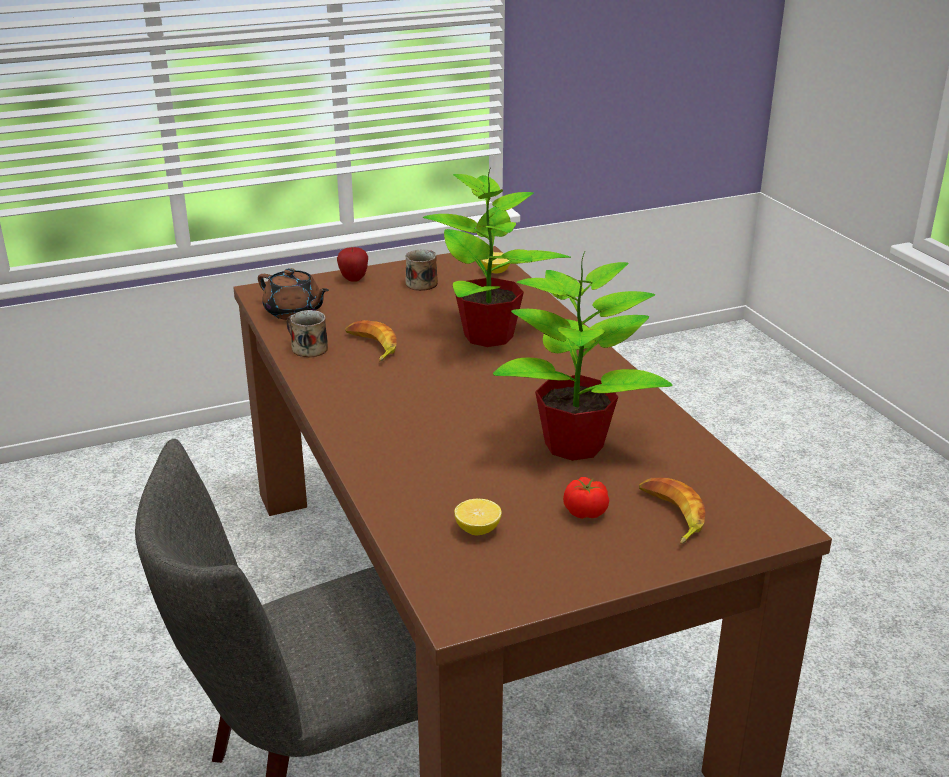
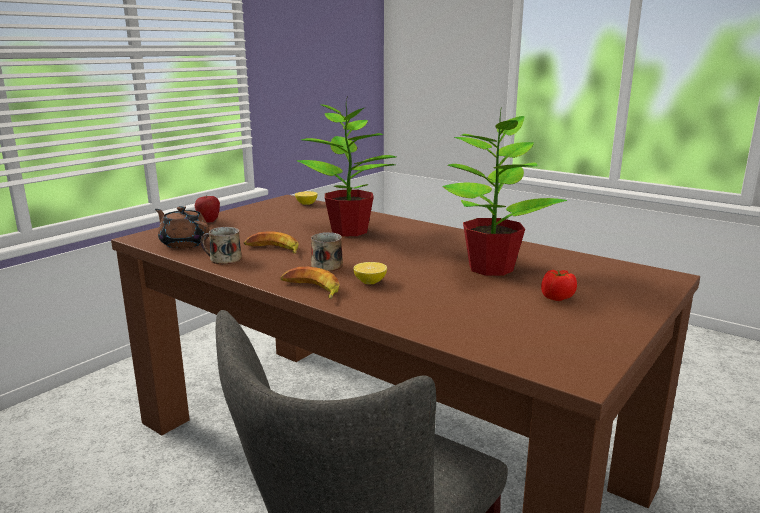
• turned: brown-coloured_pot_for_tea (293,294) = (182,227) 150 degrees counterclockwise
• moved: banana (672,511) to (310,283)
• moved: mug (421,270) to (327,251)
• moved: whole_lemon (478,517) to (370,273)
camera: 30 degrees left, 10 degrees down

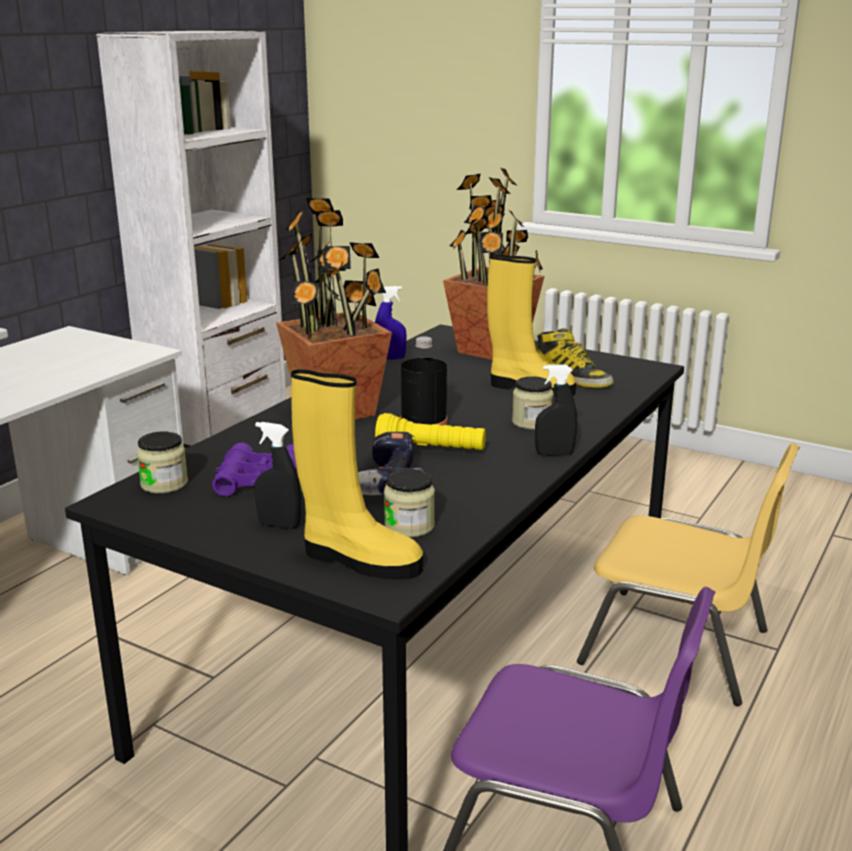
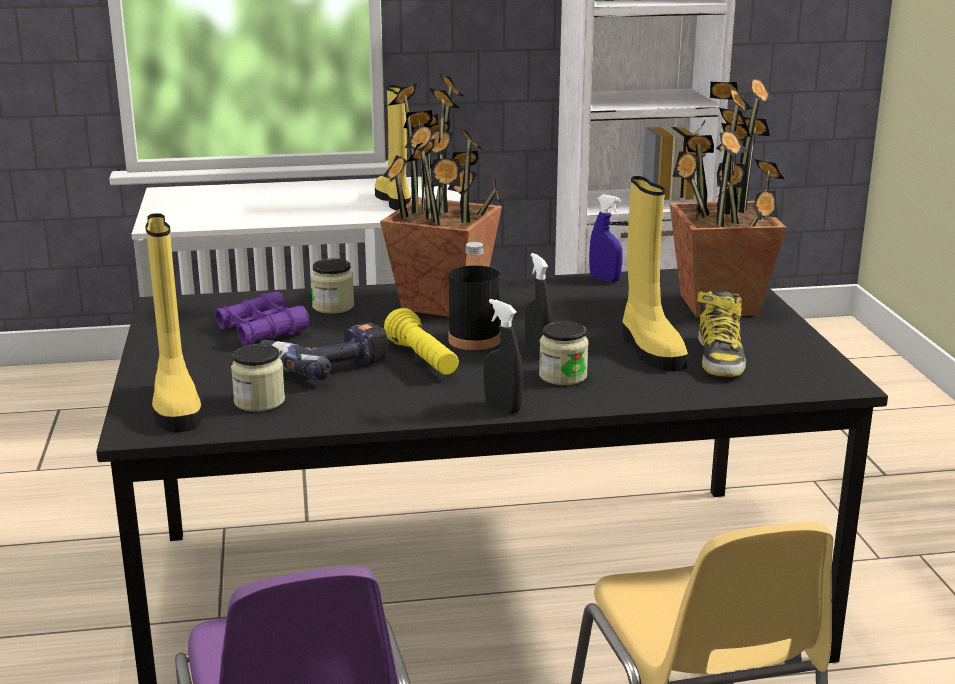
• moved: jar (162,462) to (332,286)
• added: yellowish_boot (393,147)
• moved: black-coloured_spray_bottle (277,475) to (538,305)
camera: 50 degrees right, 0 degrees up

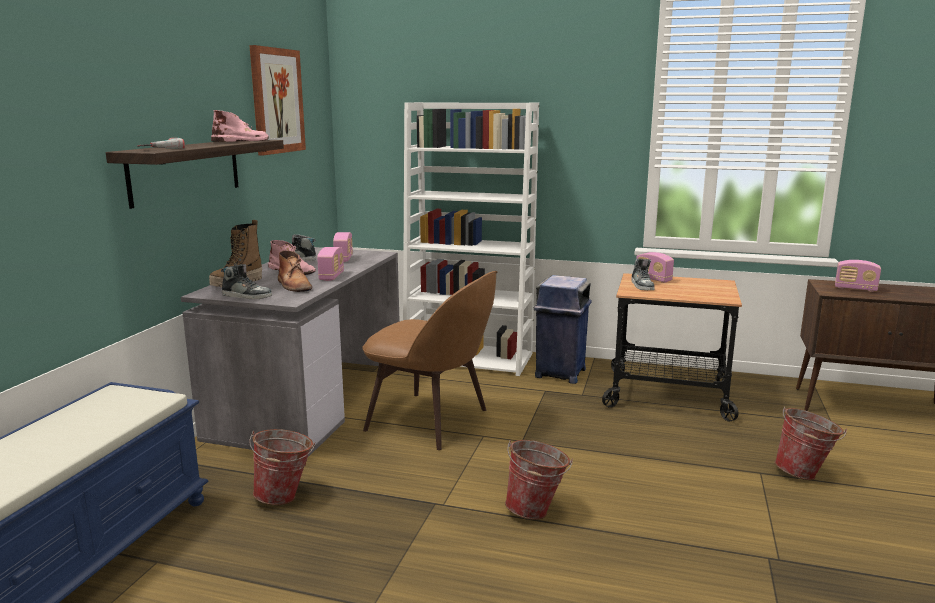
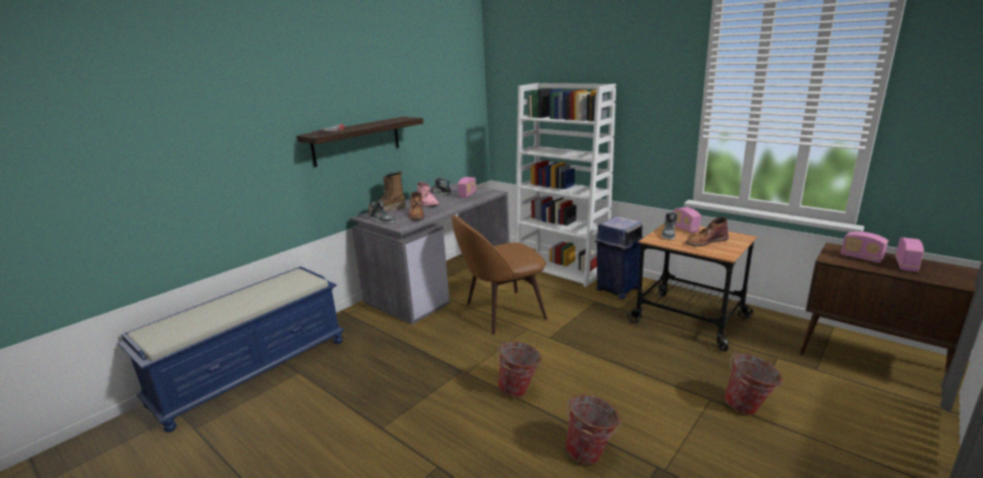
• turned: brown-coloured_upright_chair (429,360) = (499,275) 105 degrees clockwise
• moved: water_bucket (282,467) to (593,430)
• added: brown-coloured_boot (707,231)
• moved: radio_set (330,264) to (909,254)
• removed: pink-coloured_boot (240,126)
• removed: picture (277,100)
camera: 25 degrees right, 5 degrees up

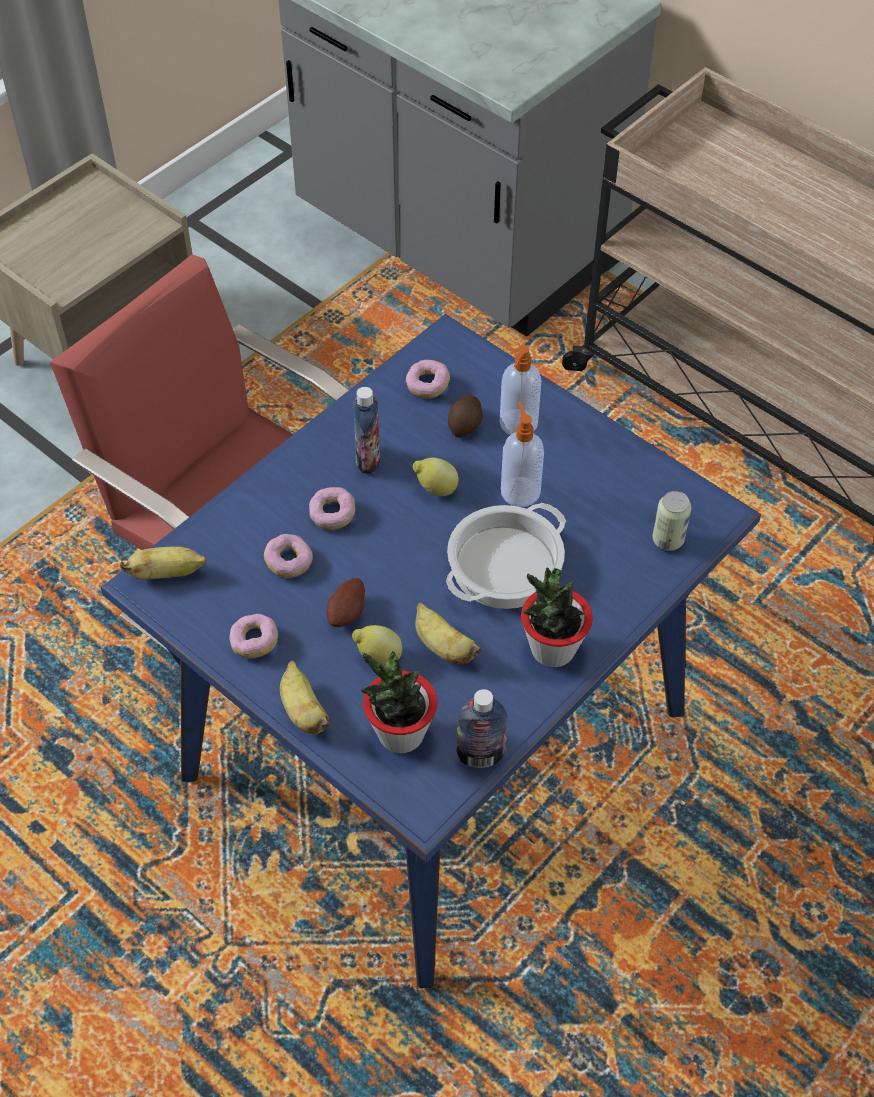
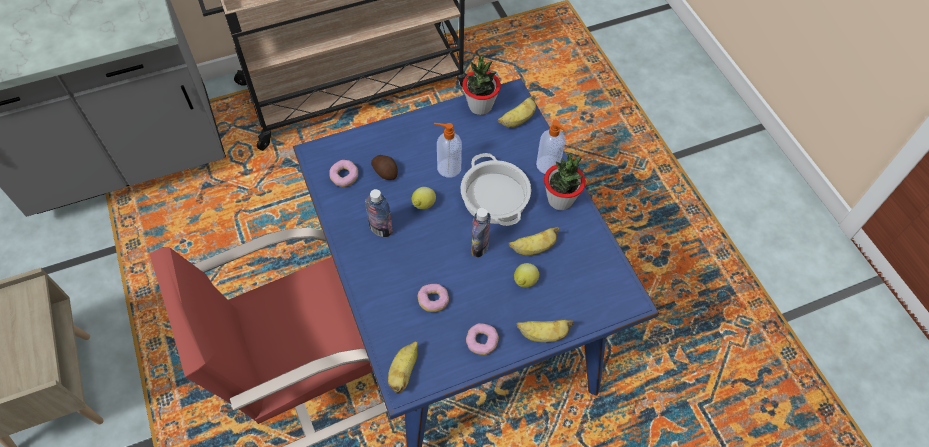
• moved: plant_in_a_pot (399,702) to (481,85)
• moved: drink_bottle (482,728) to (481,233)
• replaced: metal_can (672,521) to banana (517,111)
• moved: soap_bottle (521,390) to (551,147)
• removed: ring_doughnut (332,508)
• removed: whole_potato (346,602)
camera: 65 degrees left, 5 degrees up

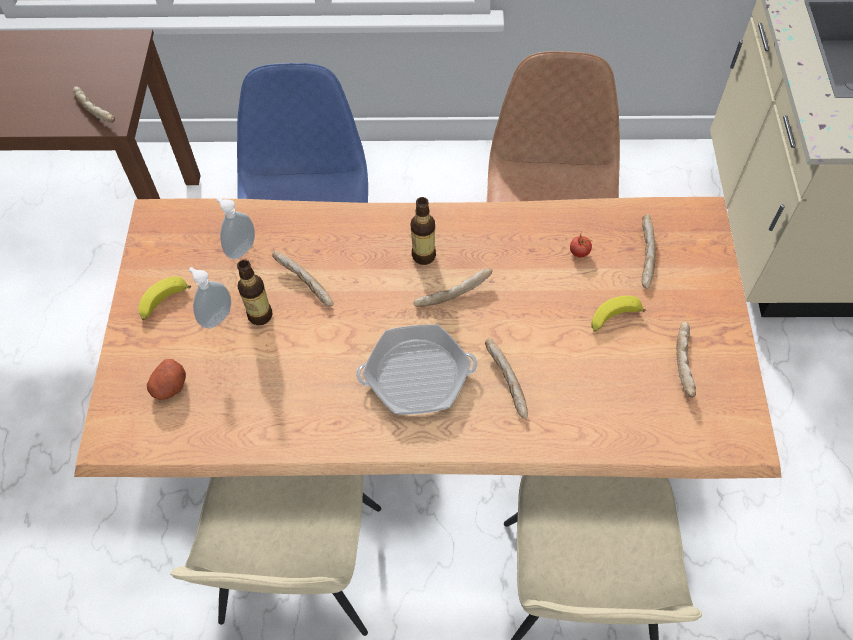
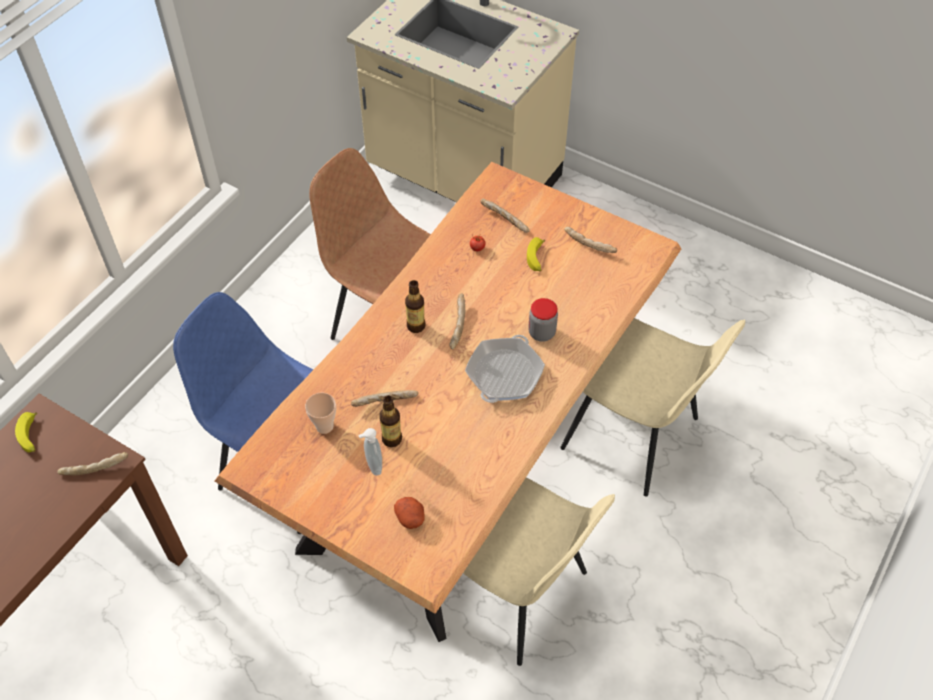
• moved: banana (165,298) to (26,432)
• replaced: soap_bottle (235,228) to cup (320,413)
• replaced: bakery_bread (506,378) to jar (543,320)
camera: 60 degrees left, 5 degrees down

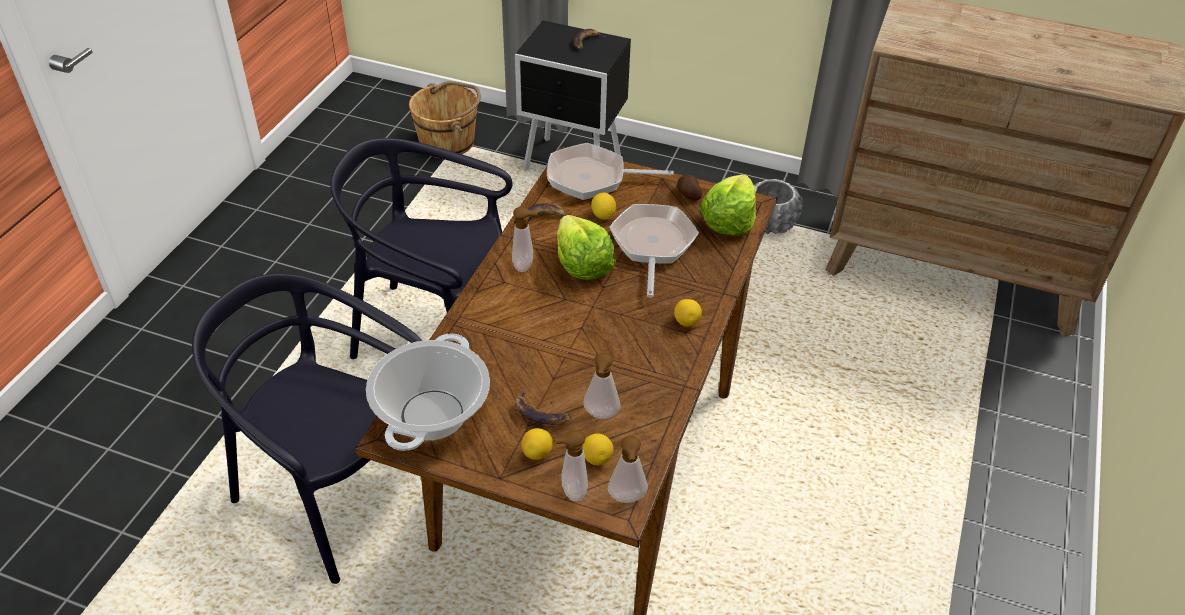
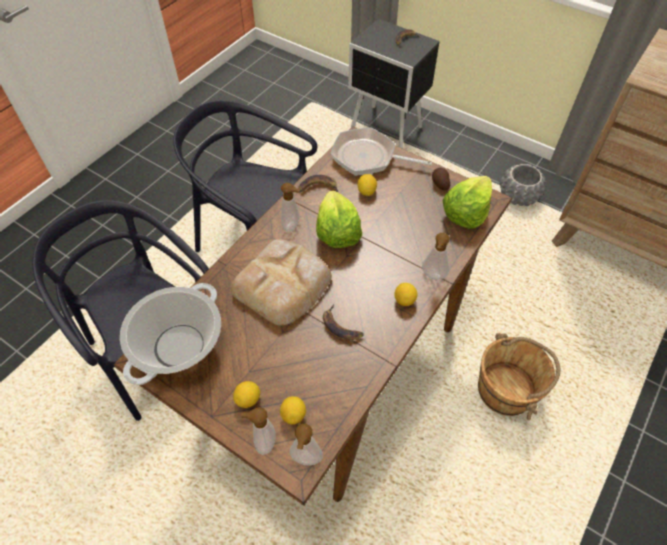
• added: bakery_bread (281,282)
• moved: banana (543,407) to (343,322)
• moved: soap_bottle (601,386) to (436,256)
• moved: brown-coloured_water_bucket (445,119) to (519,376)
• removed: pan (654,251)
camera: 15 degrees right, 10 degrees up

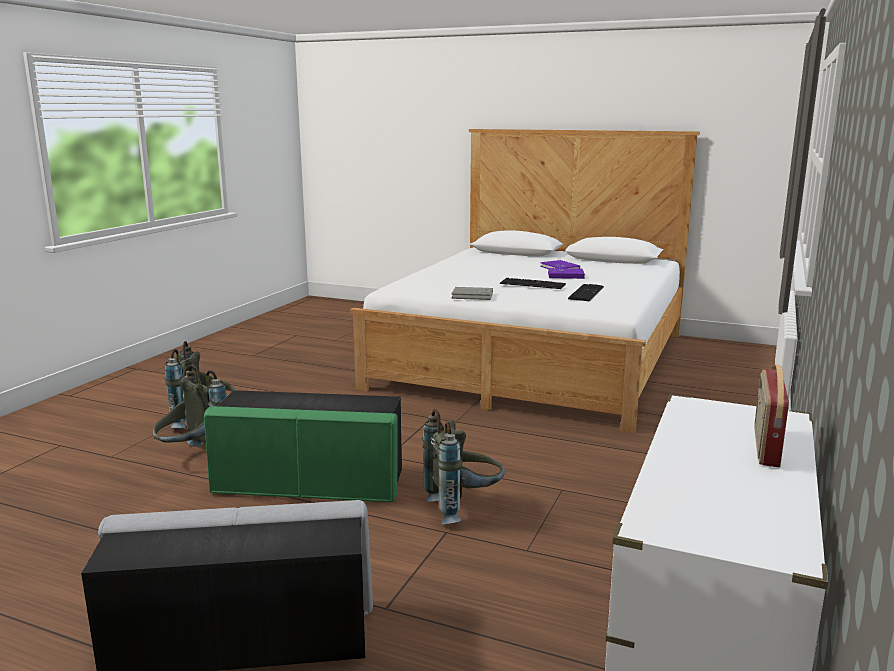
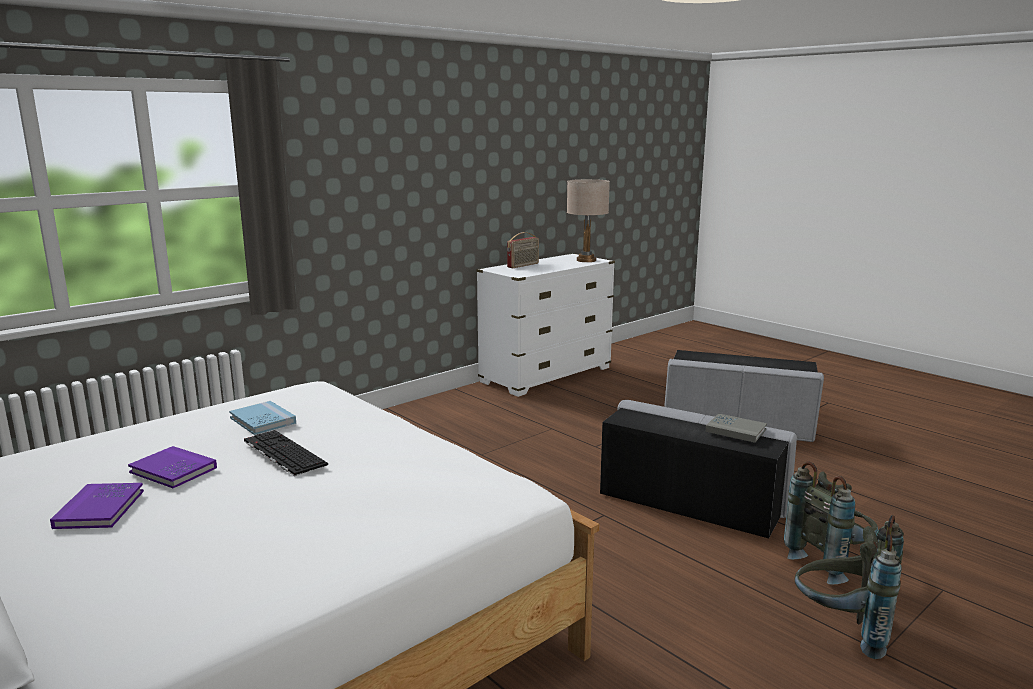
• replaced: keyboard (586,293) to blue_volume (262,418)
• added: beige-coloured_tabletop_lamp (588,220)
• recoloured: greenish_footrest (303,446) to grey_footrest (698,469)
• moved: grey_volume (472,293) to (736,428)
• removed: grey_rucksack (463,466)
camera: 155 degrees left, 0 degrees up

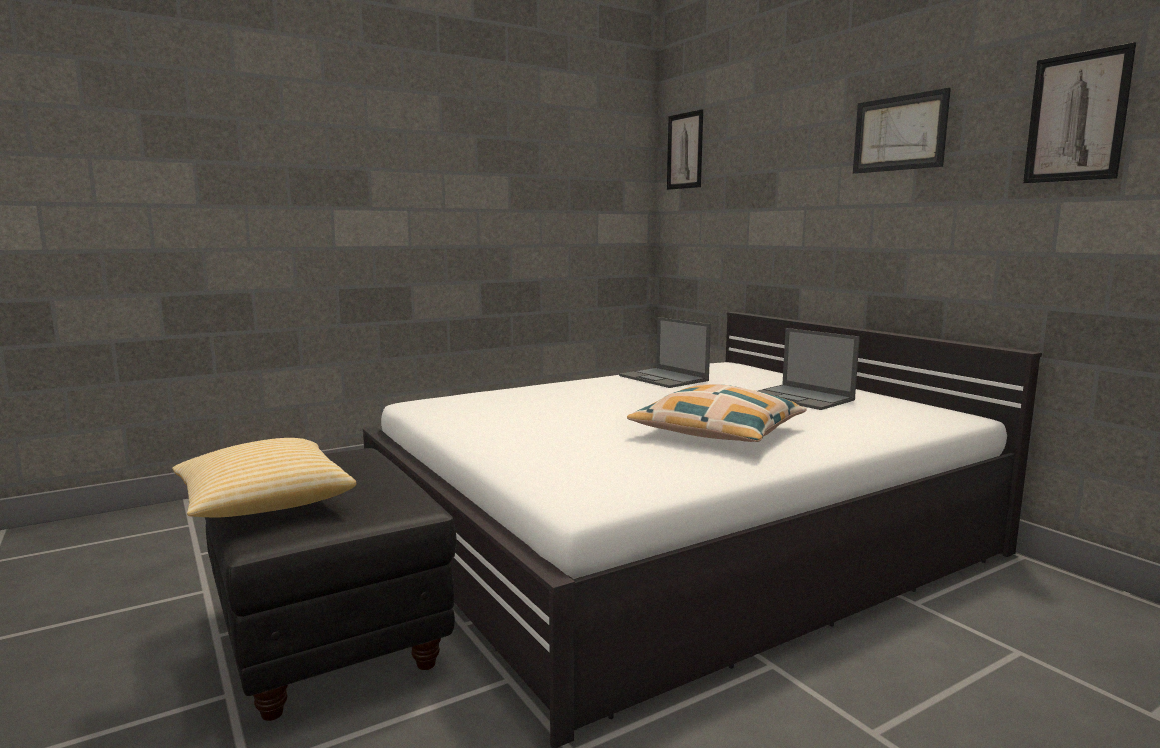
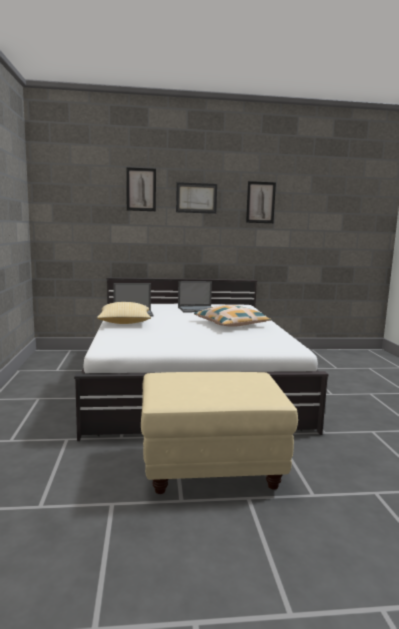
• moved: cushion (264,478) to (124,313)
• moved: picture (685,149) to (141,189)
• recoloured: black-coloured_footrest (331,584) to beige-coloured_footrest (219,433)
camera: 65 degrees left, 0 degrees up

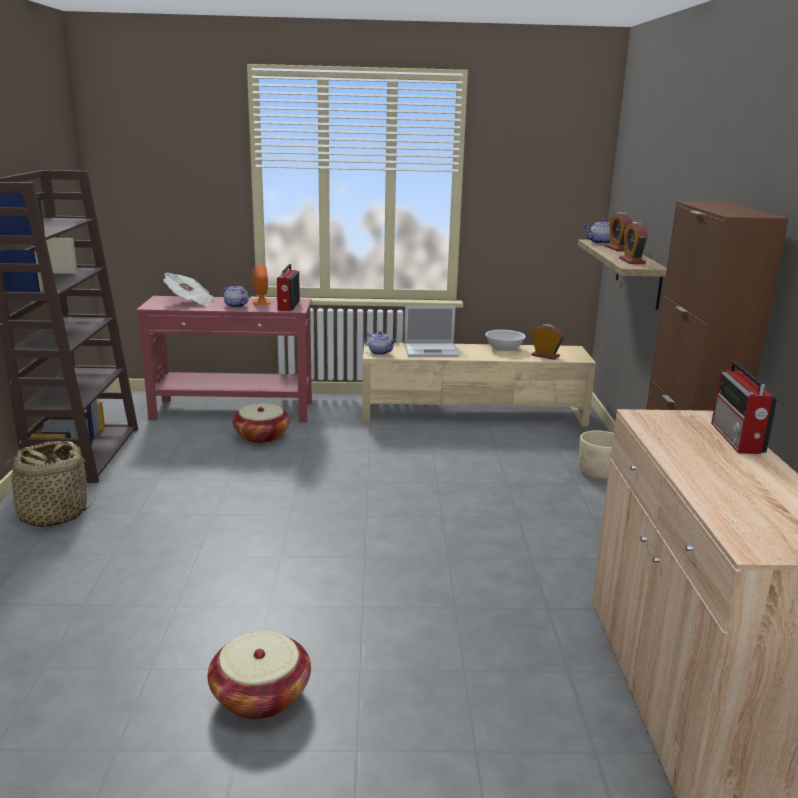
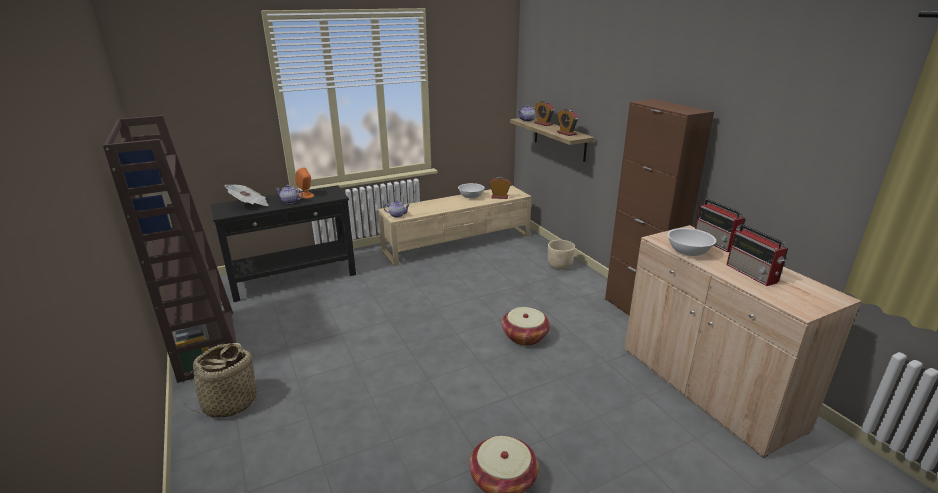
• recoloured: reddish_console_table (224,359) to black-coloured_console_table (283,243)
• moved: storage_basket (261,423) to (526,326)
• added: white-coloured_bowl (691,242)
• moved: radio_set (288,287) to (757,255)
• removed: portable_computer (432,331)
camera: 25 degrees left, 5 degrees up

